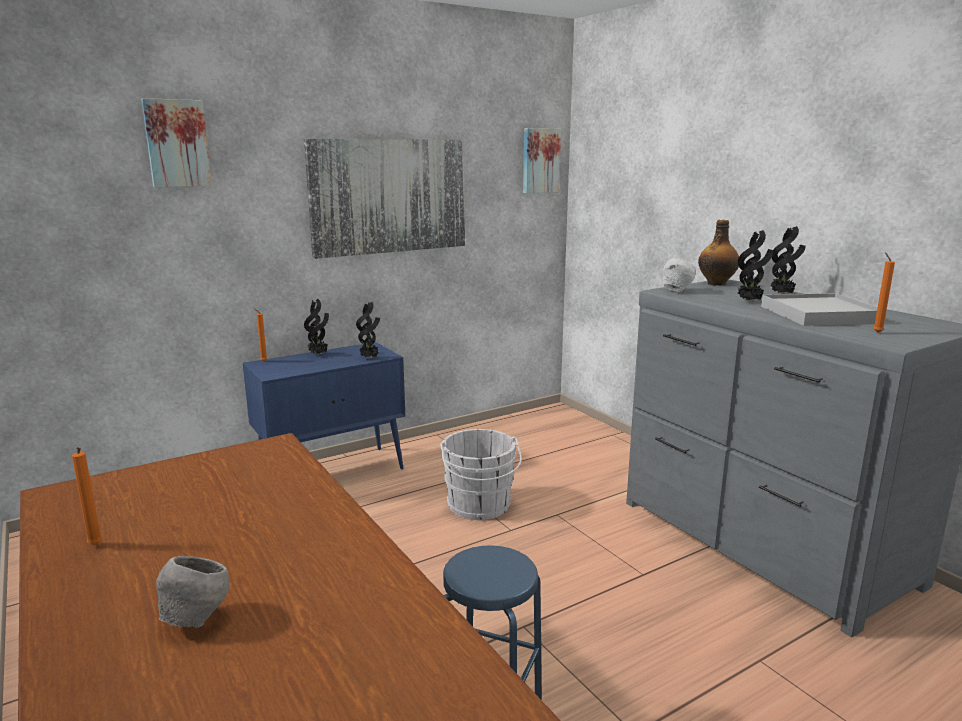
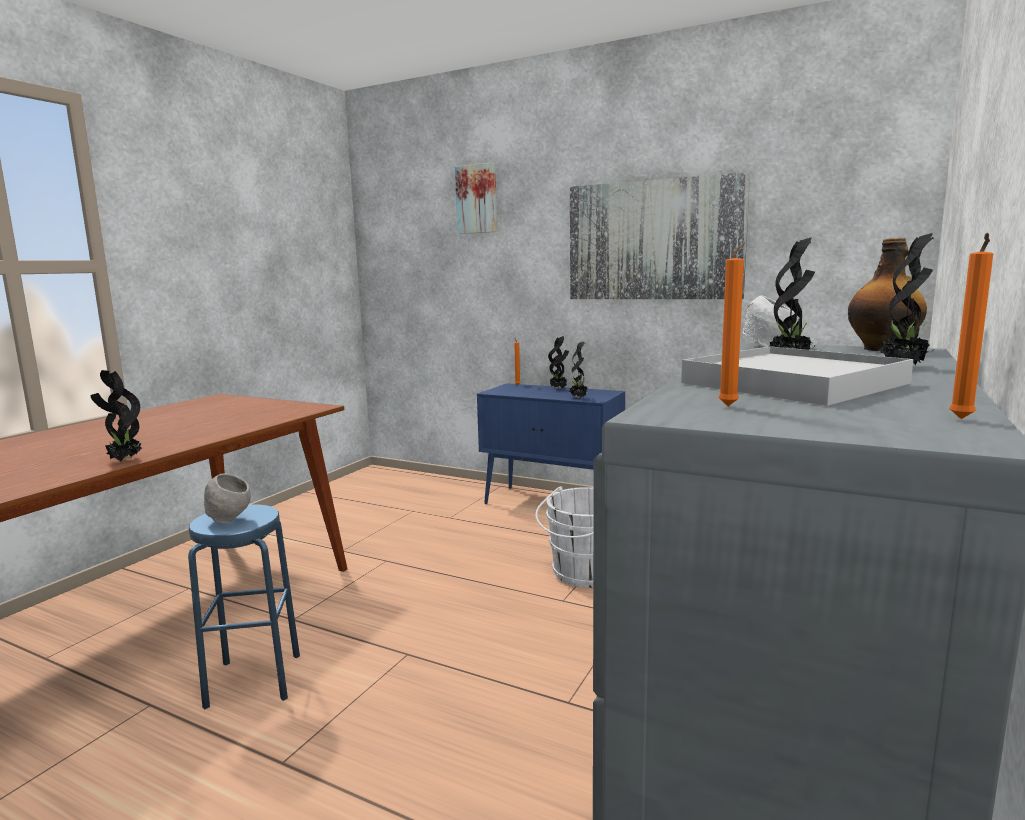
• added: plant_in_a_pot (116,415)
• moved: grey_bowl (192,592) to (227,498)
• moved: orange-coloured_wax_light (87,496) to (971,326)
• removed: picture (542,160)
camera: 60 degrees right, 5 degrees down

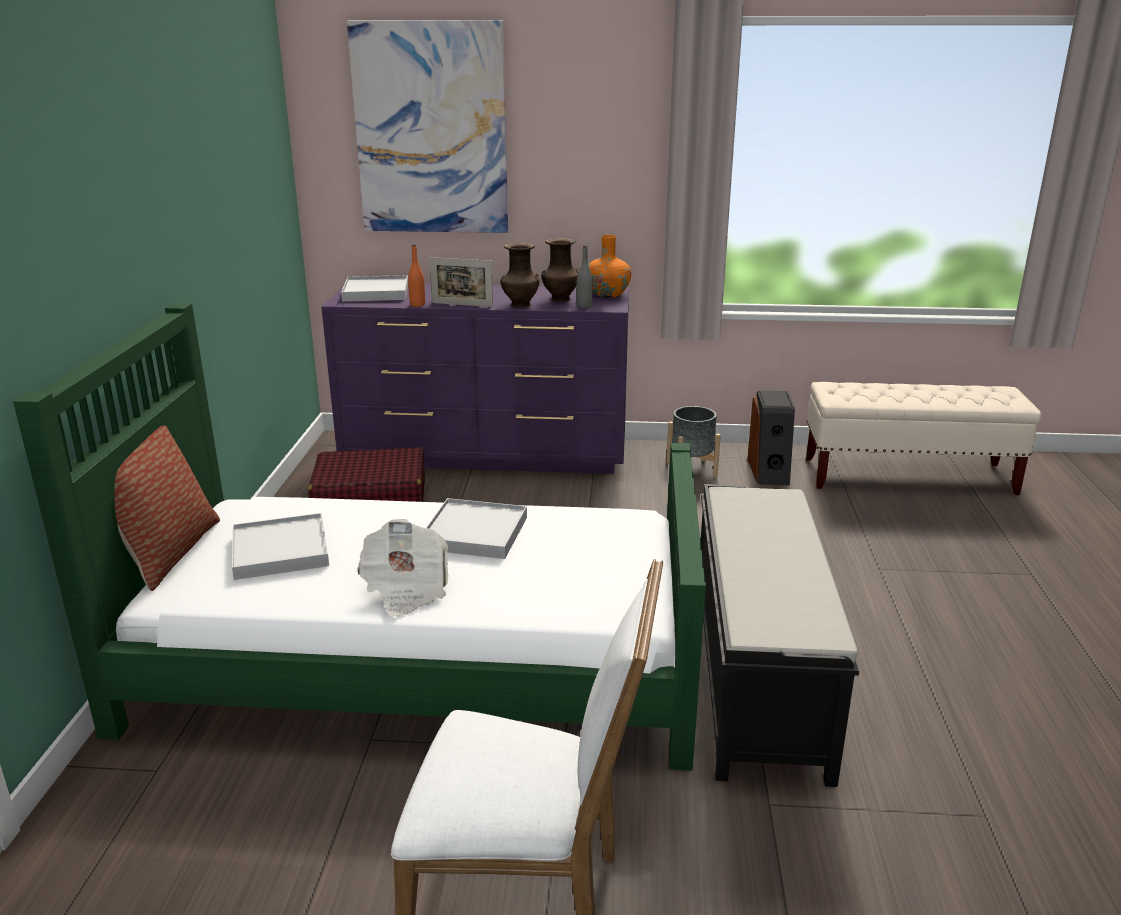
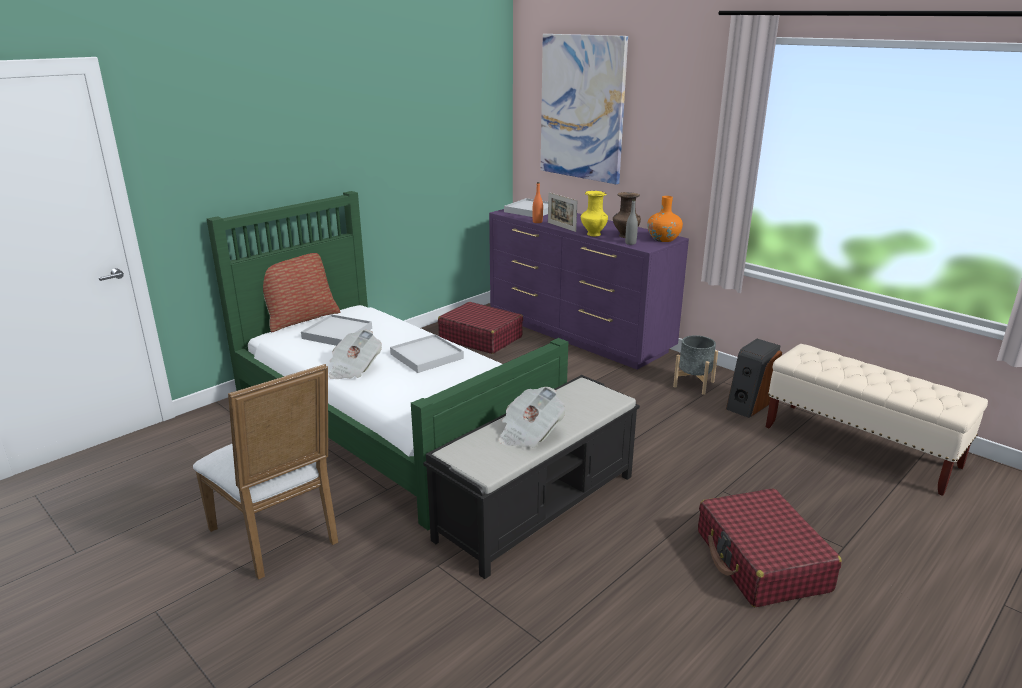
• added: daily_paper (532,417)
• recoloured: brown-coloured_decorative_vase (519,275) to yellowish_decorative_vase (594,213)
• added: reddish_travel_case (770,547)
camera: 40 degrees right, 0 degrees up

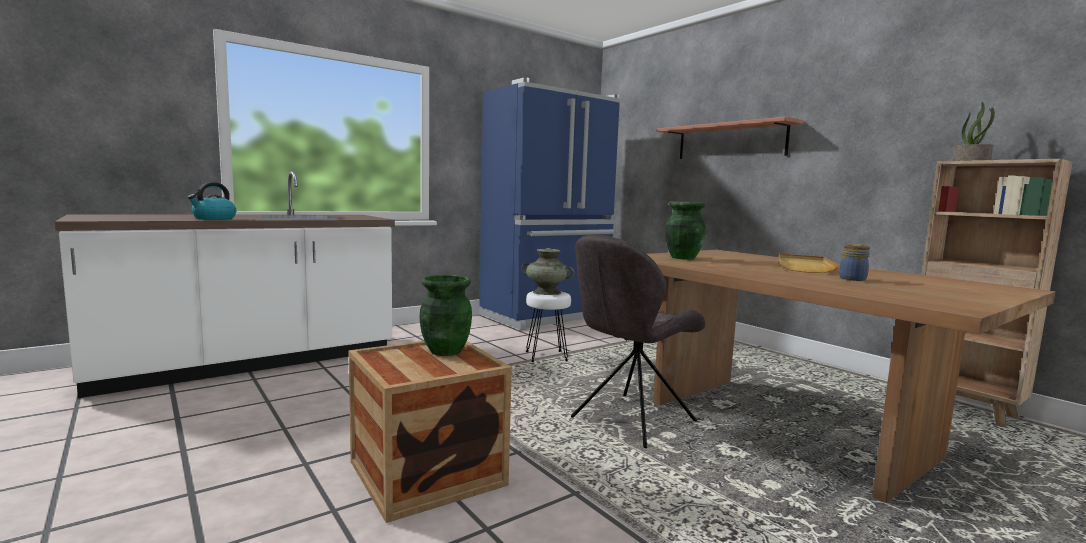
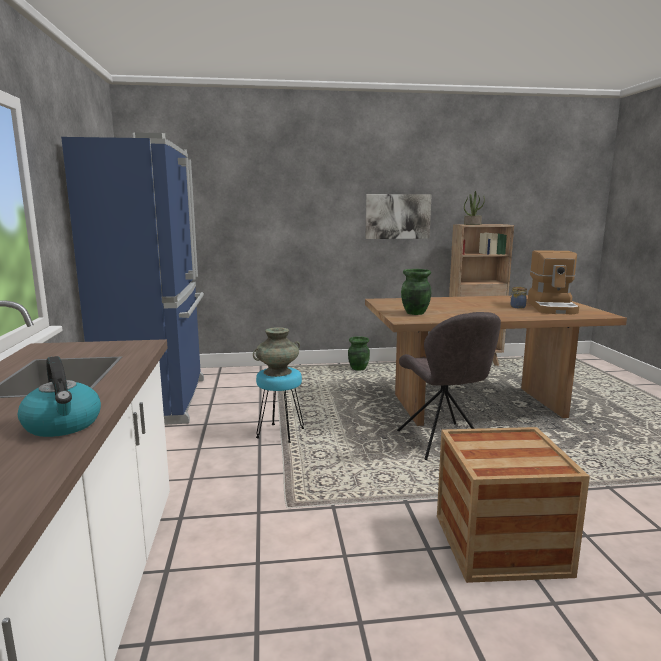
• recoloured: white-coloured_stool (548,326) to turquoise_stool (280,405)
• moved: greenish_decorative_vase (445,315) to (359,353)
• added: picture (399,216)
• added: coffee_machine (553,282)
• removed: shelf (729,138)
• removed: beige-coloured_serving_tray (808,263)
camera: 60 degrees left, 5 degrees up

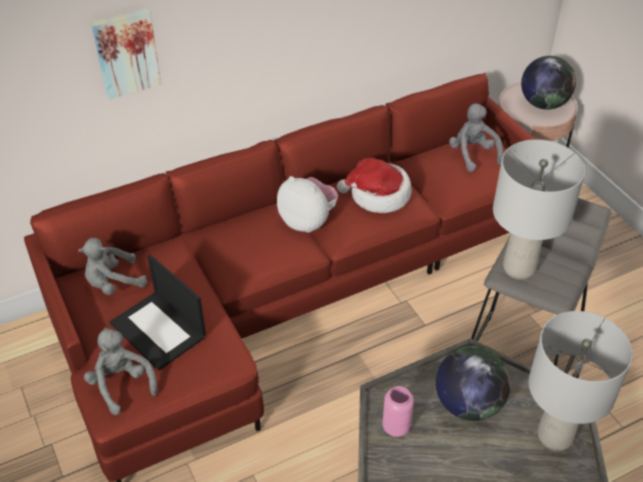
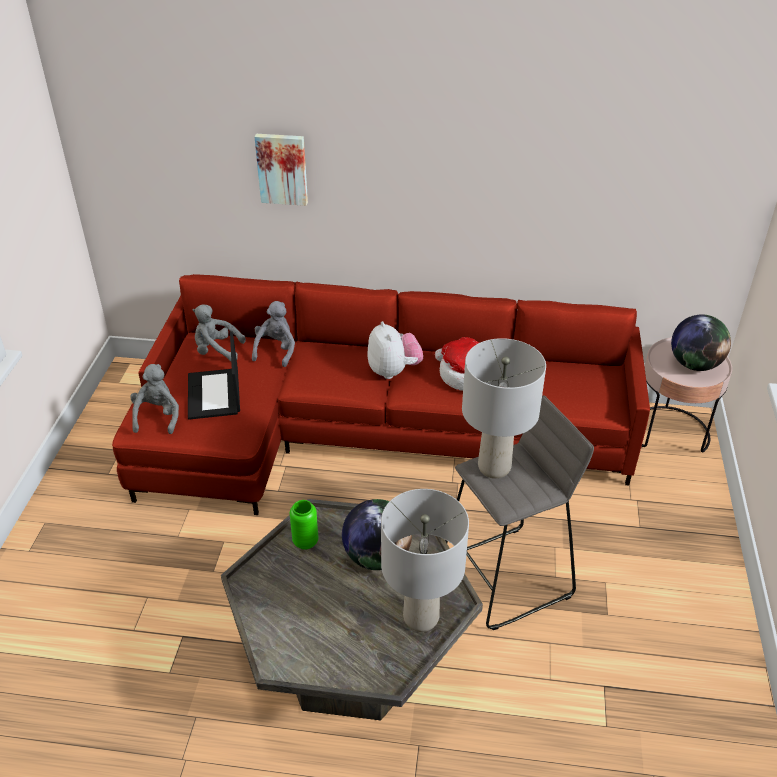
• moved: grey_plush_toy (476,138) to (273,334)
• recoloured: pink-coloured_decorative_vase (398,411) to greenish_decorative_vase (304,525)
camera: 35 degrees right, 5 degrees down

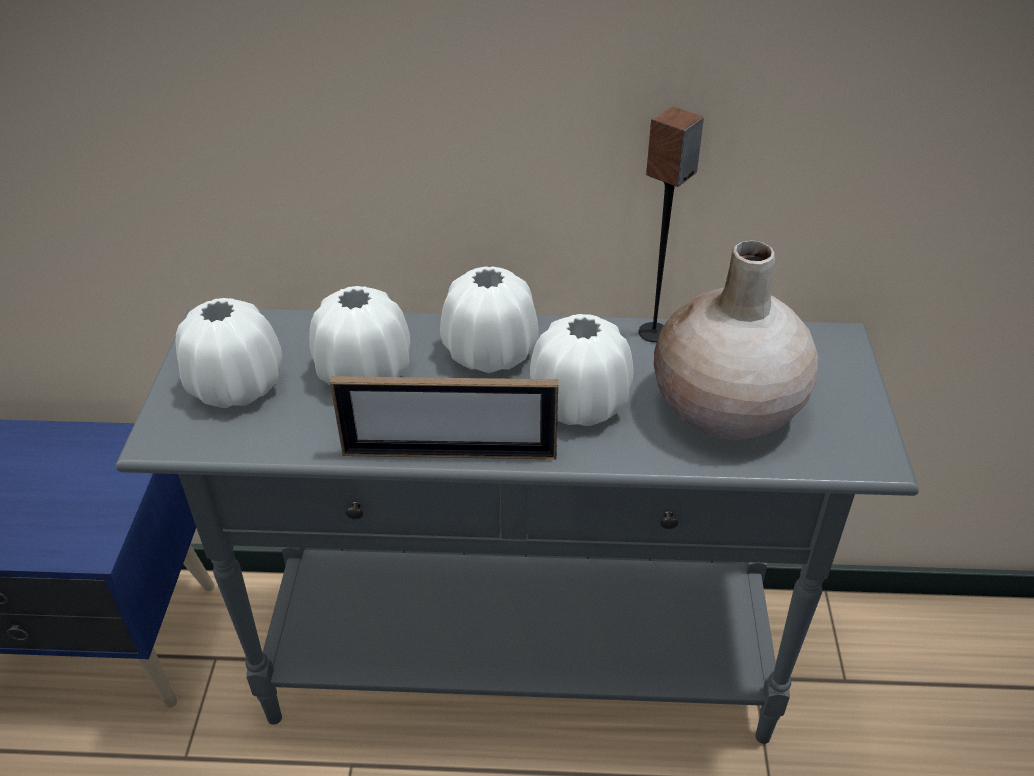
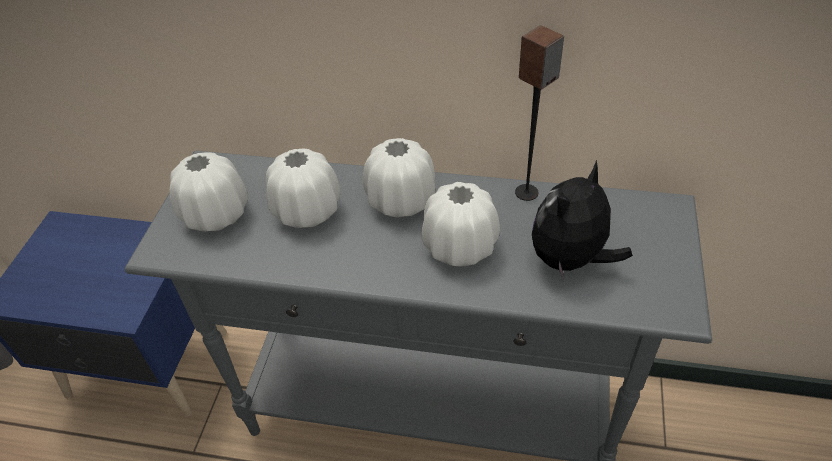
• replaced: beige-coloured_decorative_vase (736,340) to plush_toy (582,220)
• removed: photo_frame (444,417)
camera: 10 degrees right, 5 degrees up

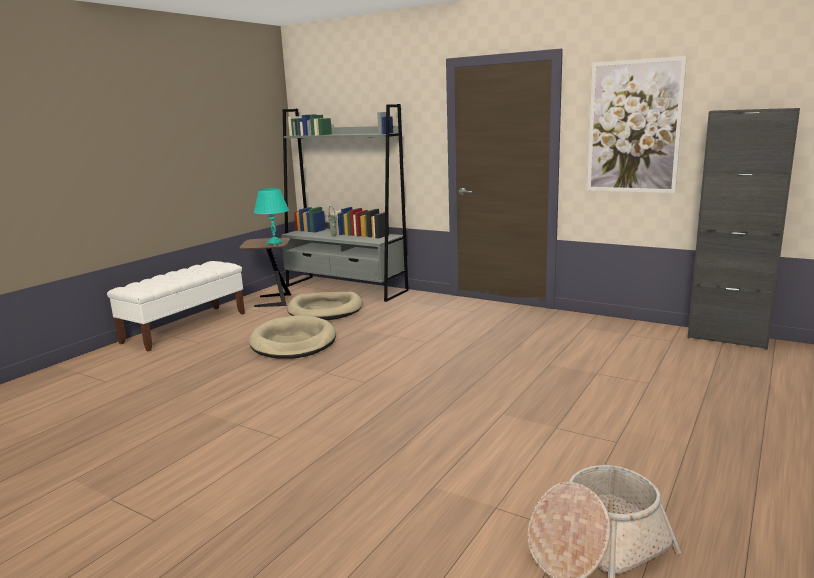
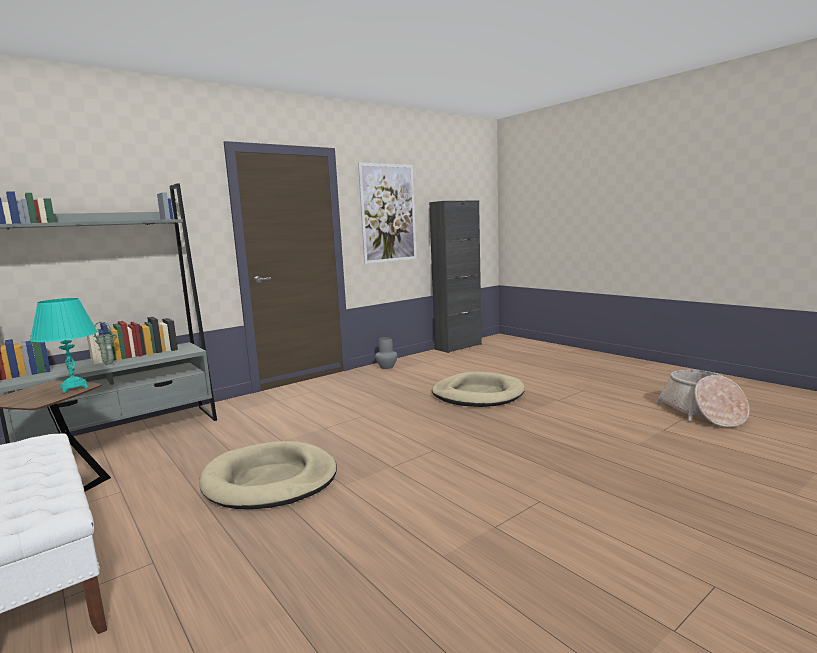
• added: grey_decorative_vase (386,353)
• moved: beige-coloured_dog_bed (324,306) to (478,389)
camera: 70 degrees left, 5 degrees down

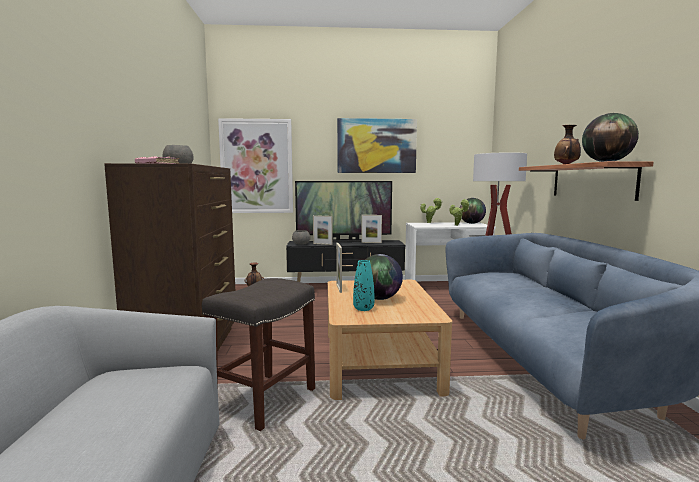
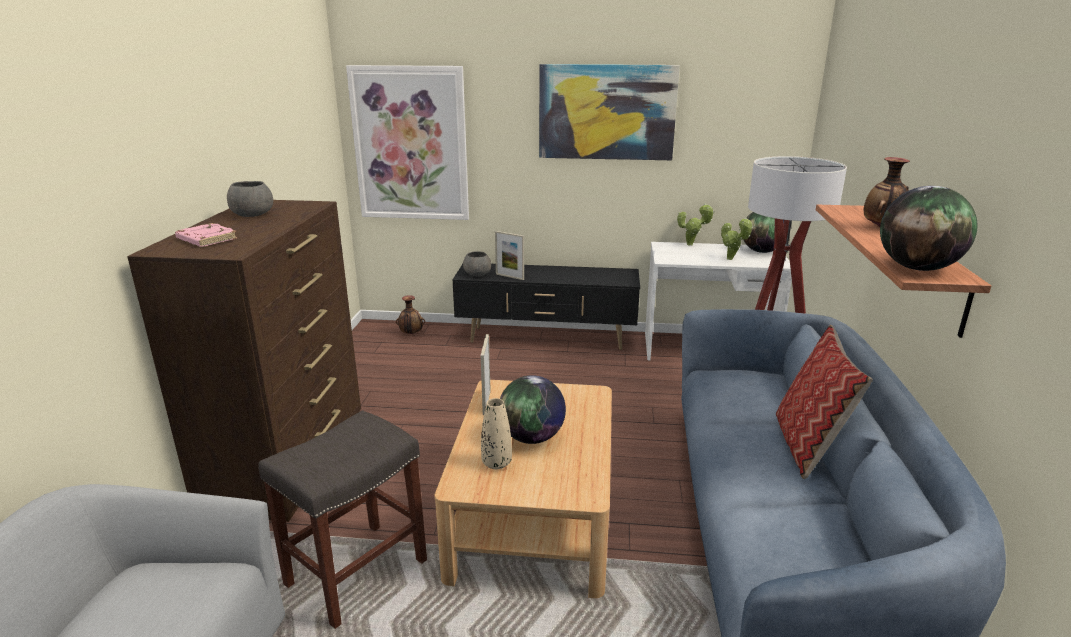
• recoloured: turquoise_decorative_vase (363,285) to beige-coloured_decorative_vase (496,433)
• added: cushion (824,402)
• removed: TV_set (343,211)
• removed: photo_frame (371,229)
camera: 10 degrees right, 15 degrees up

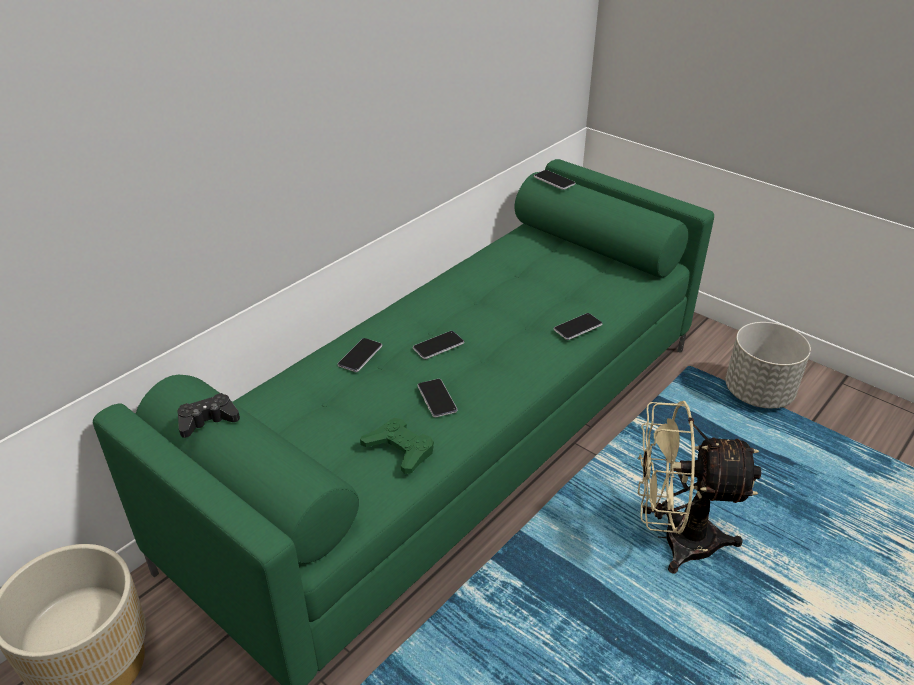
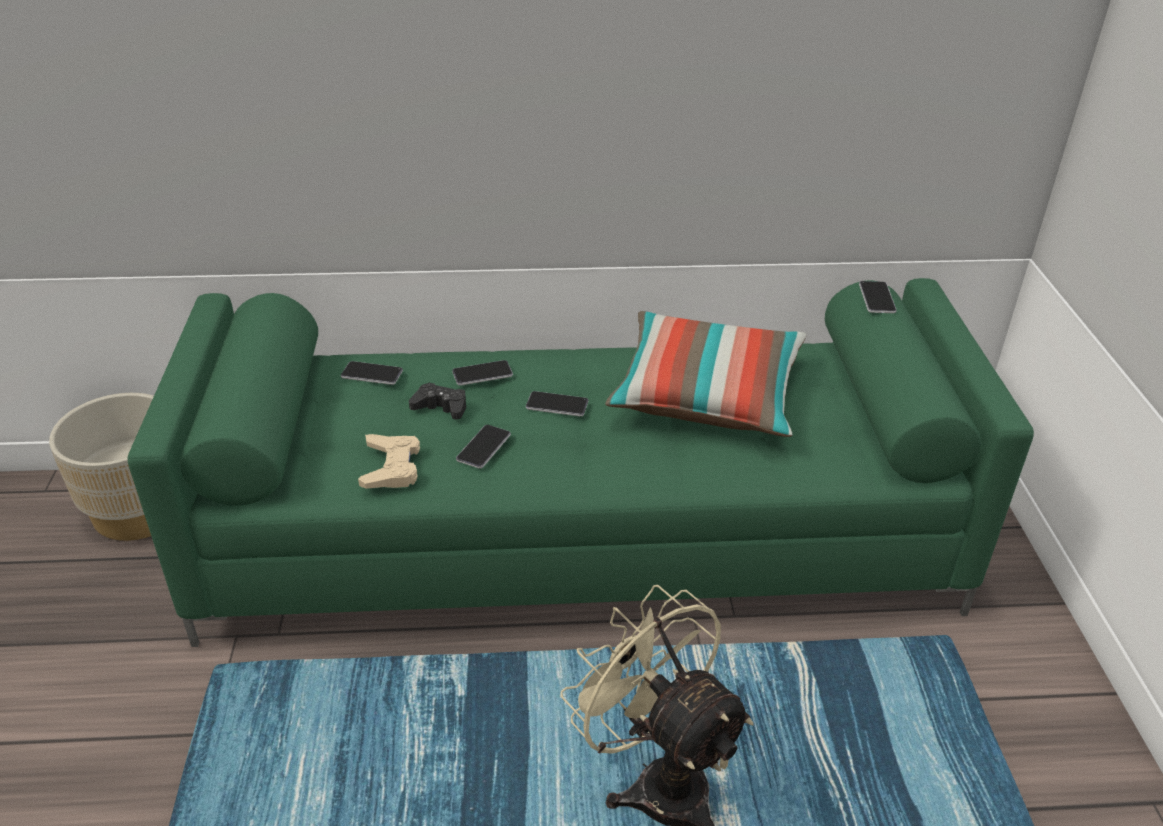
• moved: handset (578,326) to (372,373)
• recoloured: greenish_game_controller (397,446) to beige-coloured_game_controller (389,461)
• moved: black-coloured_game_controller (208,415) to (437,401)
• added: cushion (706,374)
• removed: grey_planter (768,365)
camera: 45 degrees right, 0 degrees up

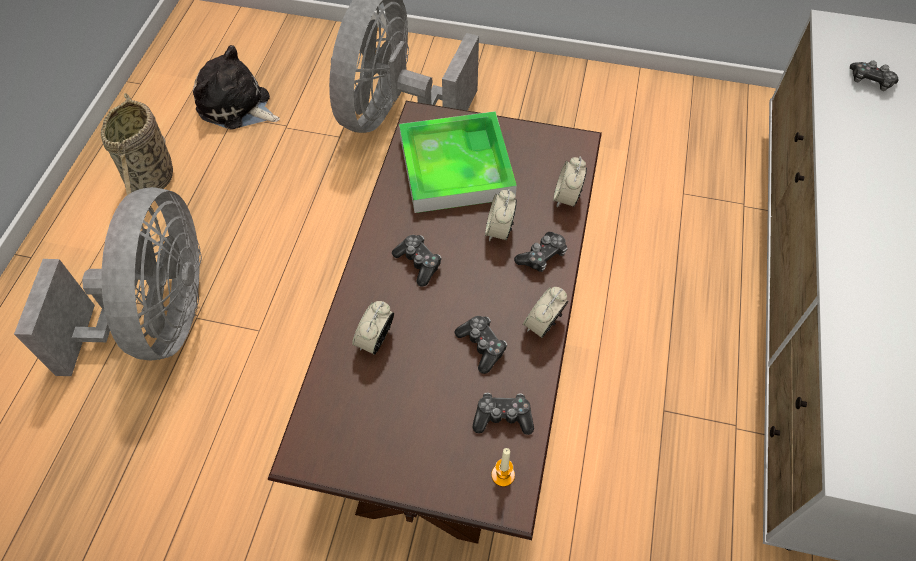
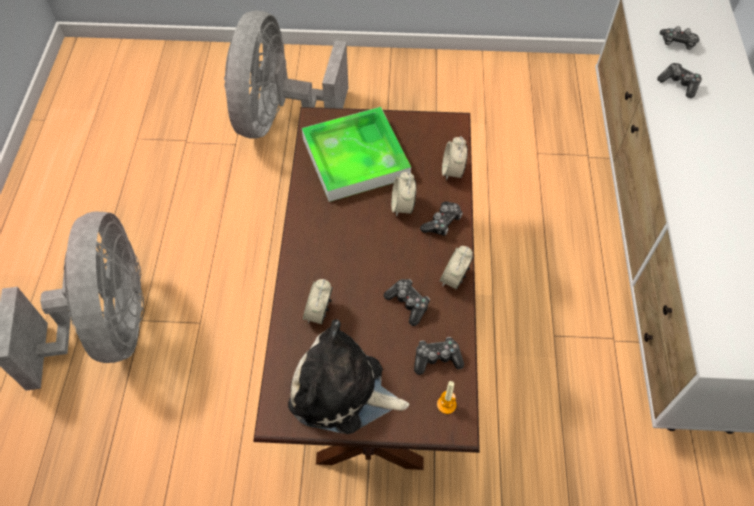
• moved: plush_toy (236,87) to (348,376)
• moved: game_controller (417,261) to (679,80)
• removed: storage_basket (137,165)
camera: 10 degrees left, 0 degrees up

